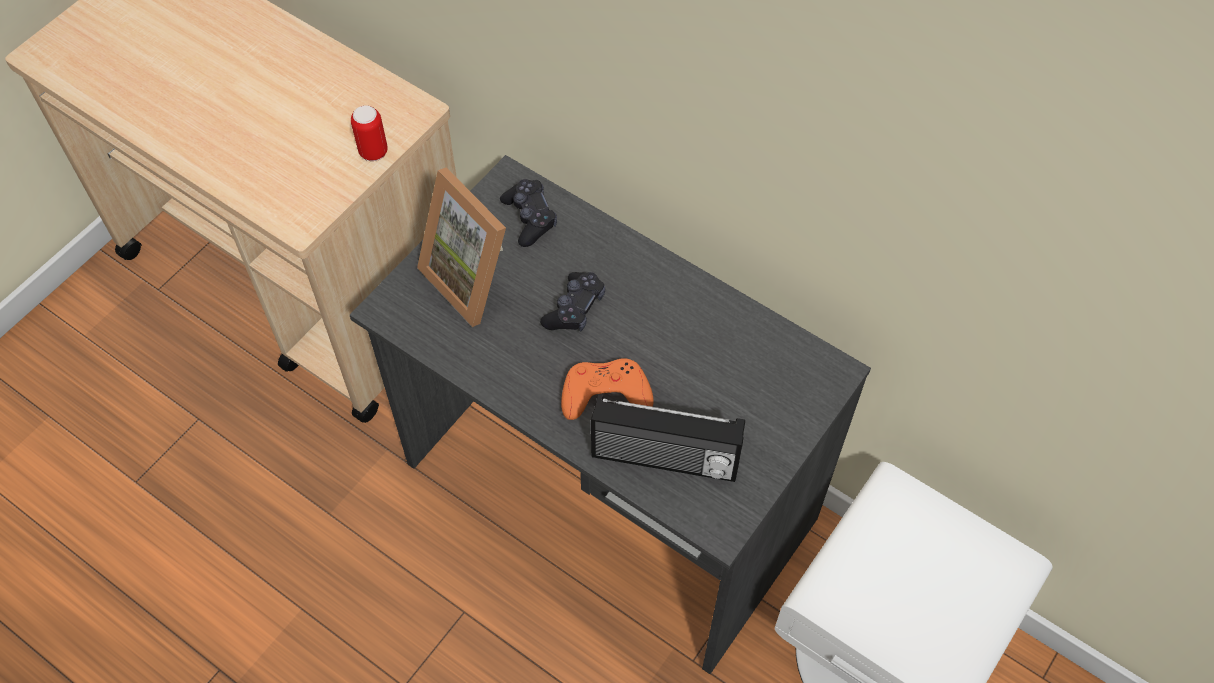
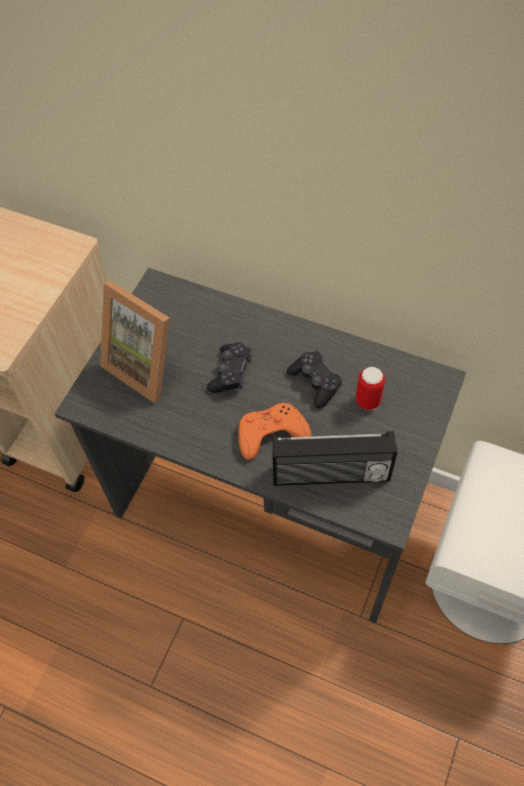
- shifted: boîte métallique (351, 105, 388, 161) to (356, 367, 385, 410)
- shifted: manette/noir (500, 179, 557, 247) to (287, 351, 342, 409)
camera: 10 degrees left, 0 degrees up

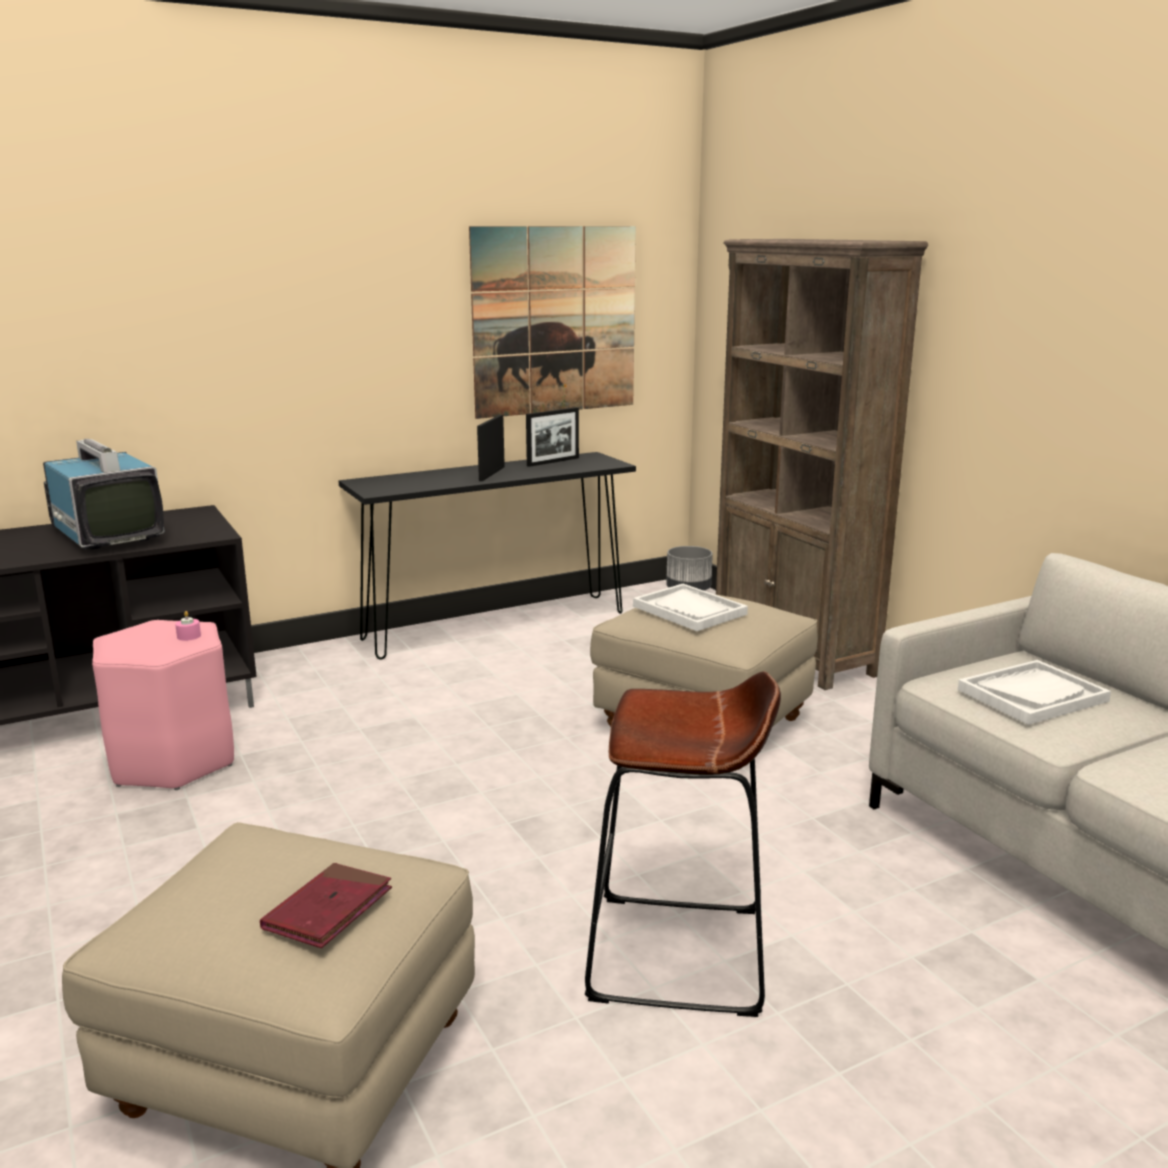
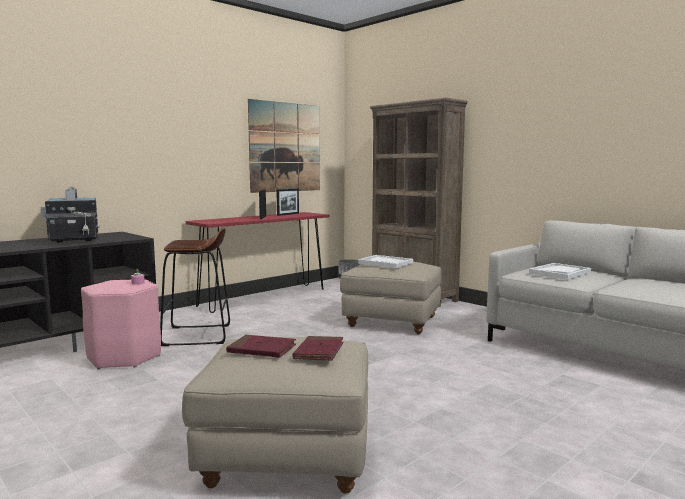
- new: livre/rouge (226, 335, 296, 358)
- shifted: tabouret/marron (585, 671, 781, 1017) to (160, 227, 230, 346)
- repainted: table console/noir (339, 452, 636, 660) to table console/rouge (186, 212, 330, 313)
- rotated: téléviseur (43, 439, 165, 550) = (41, 186, 100, 243) 150 degrees counterclockwise
camera: 15 degrees left, 10 degrees down

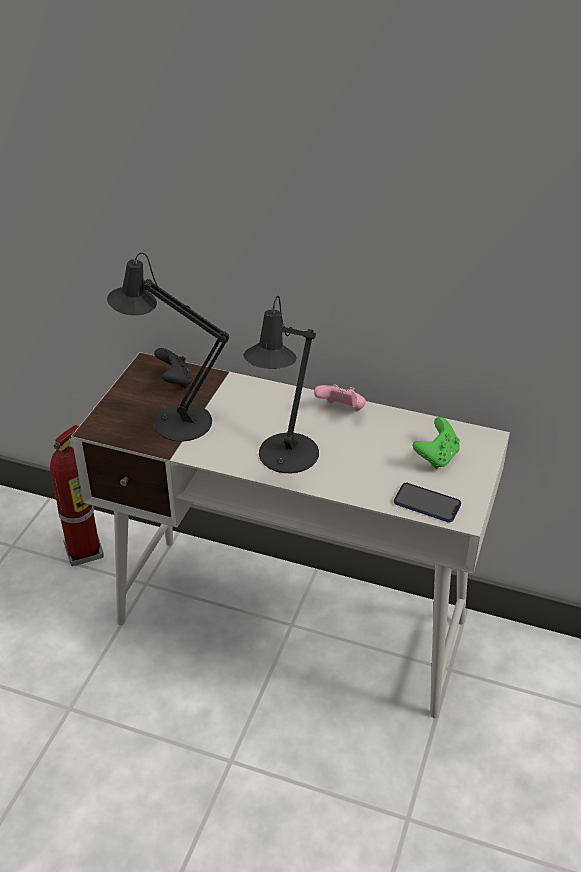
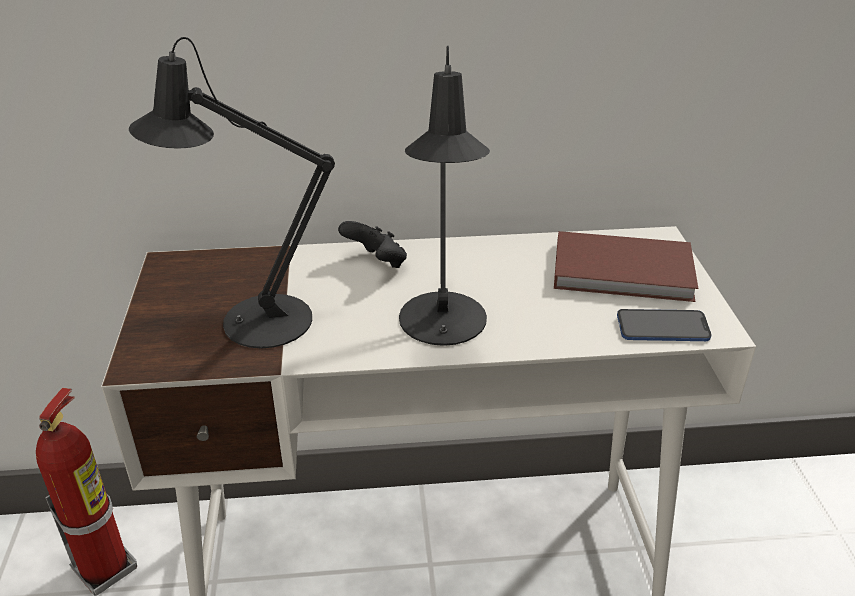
- gone: manette/rose (314, 384, 366, 411)
- shifted: manette/noir (154, 348, 193, 389) to (338, 221, 407, 268)
- swapped: manette/vert (413, 417, 460, 469) to livre/marron (554, 231, 699, 302)
camera: 25 degrees left, 5 degrees down

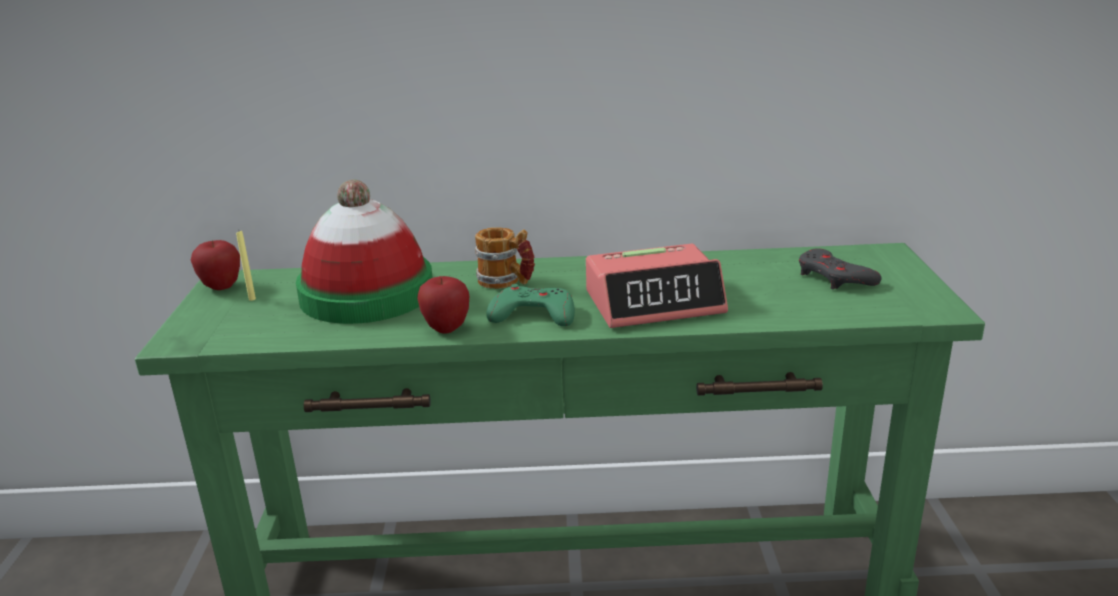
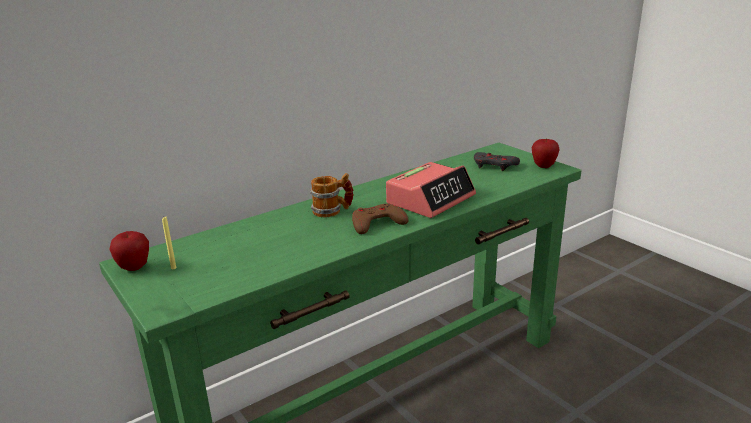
- gone: chapeau (296, 180, 433, 324)
- shifted: pomme (418, 276, 469, 334) to (532, 139, 560, 168)
- repainted: manette/vert (486, 284, 575, 326) to manette/marron (352, 204, 409, 234)
camera: 35 degrees left, 0 degrees up

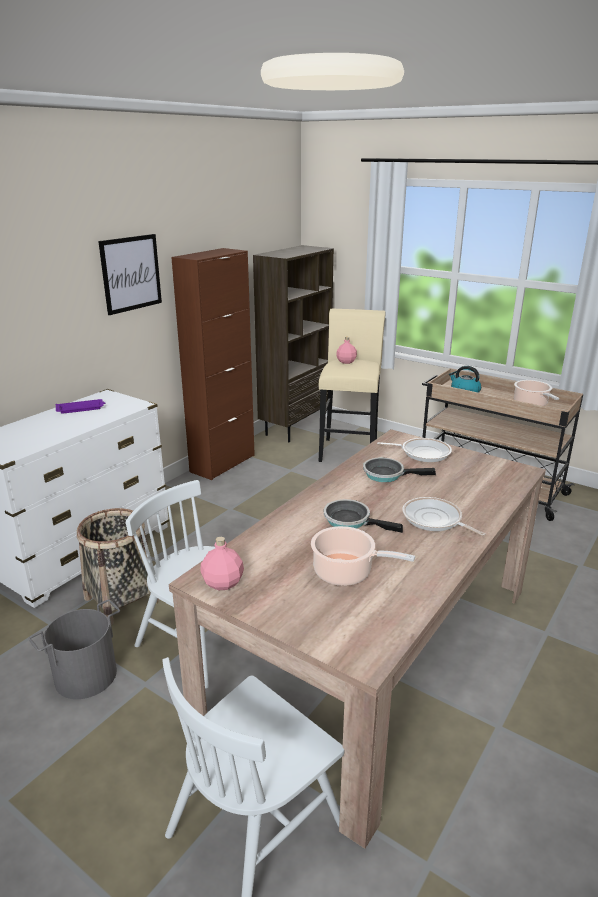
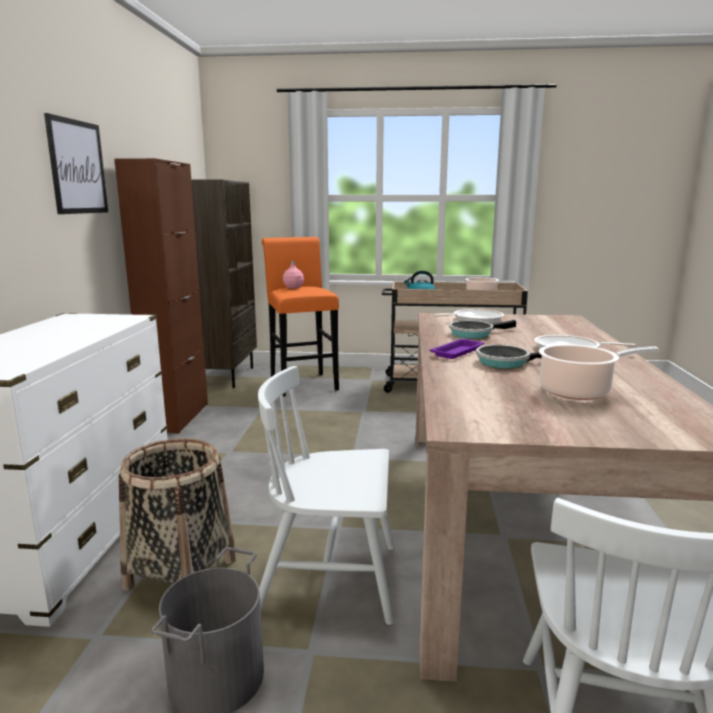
- gone: bouteille/rose (200, 537, 244, 590)
- shifted: plateau/violet (56, 399, 105, 414) to (430, 339, 484, 359)
- repainted: tabouret/beige (318, 309, 386, 462) to tabouret/orange (262, 237, 339, 396)
camera: 30 degrees left, 10 degrees down

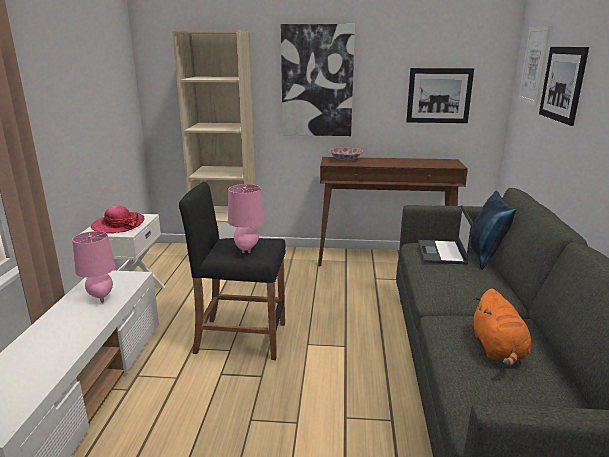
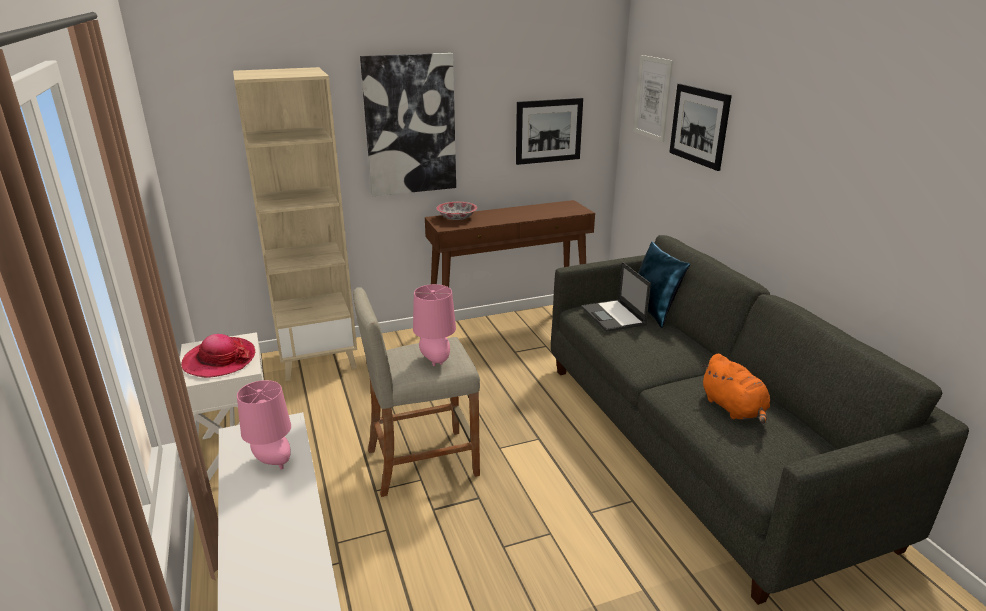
- repainted: tabouret/noir (179, 182, 286, 360) to tabouret/beige (353, 288, 480, 497)
camera: 25 degrees left, 5 degrees up

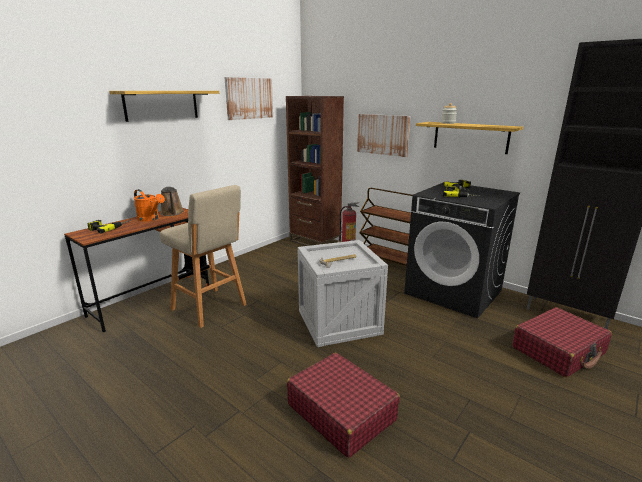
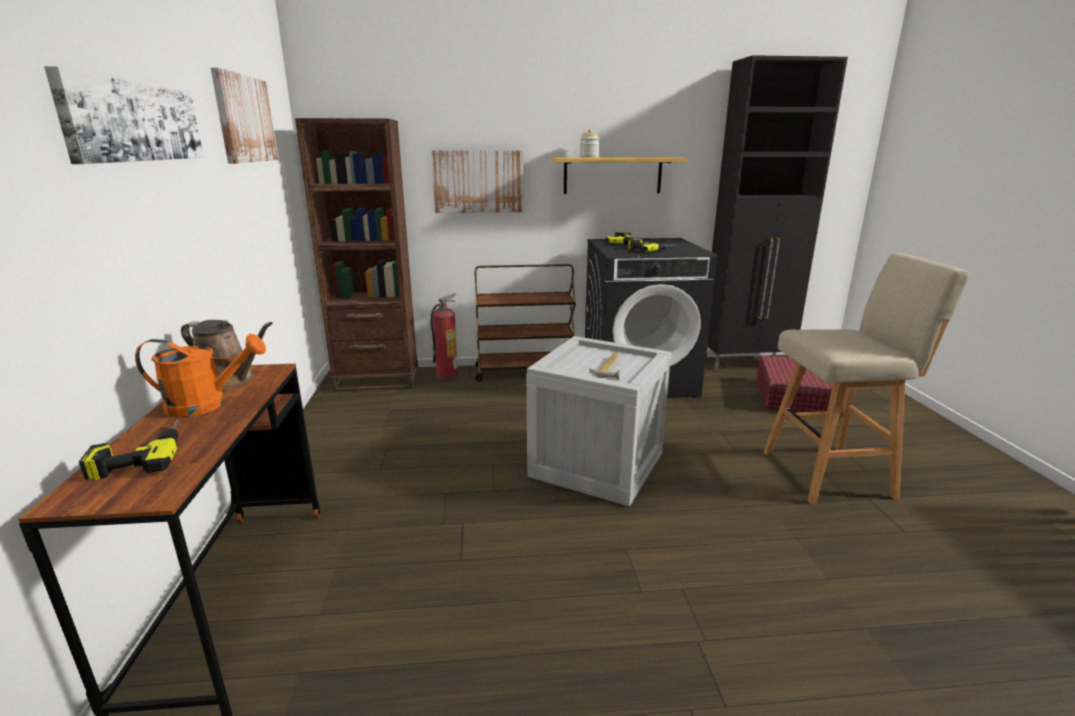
- gone: valise/rouge (287, 353, 400, 458)
- shifted: tabouret/beige (160, 185, 247, 328) to (764, 253, 969, 504)
- swapped: étagère (109, 91, 219, 122) to tableau (44, 66, 204, 164)
camera: 45 degrees left, 0 degrees up

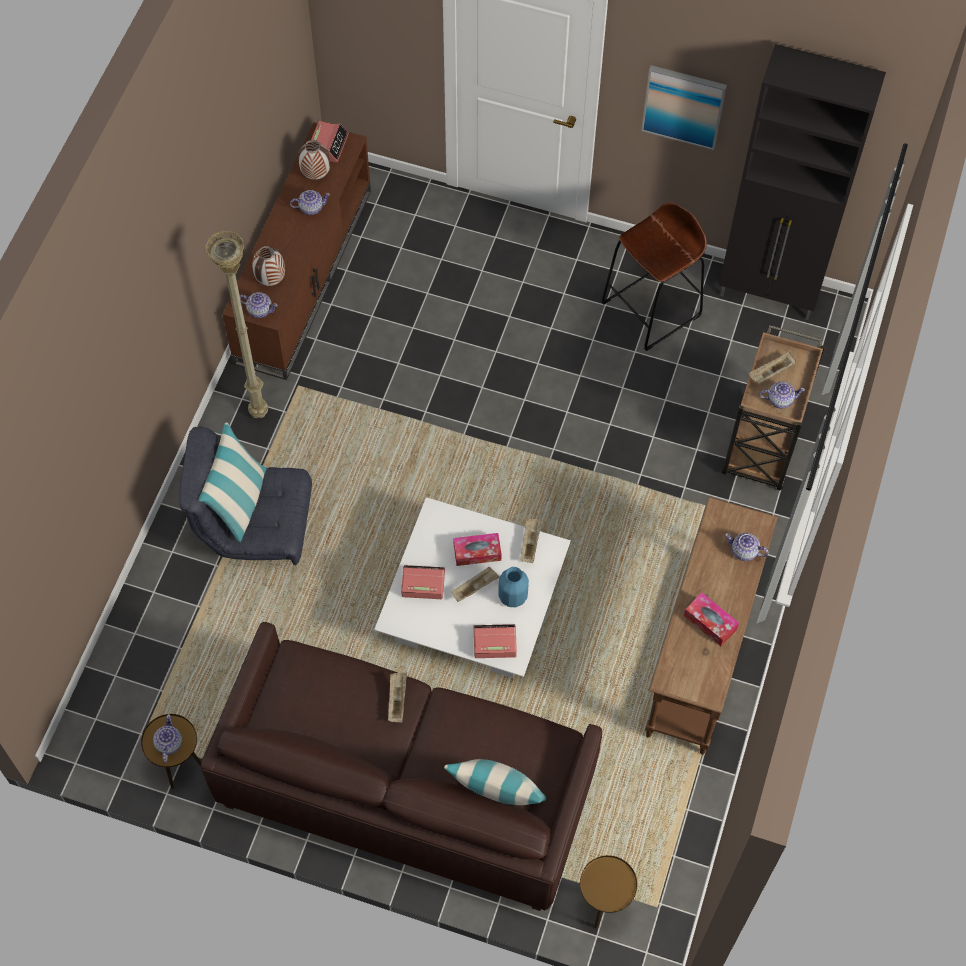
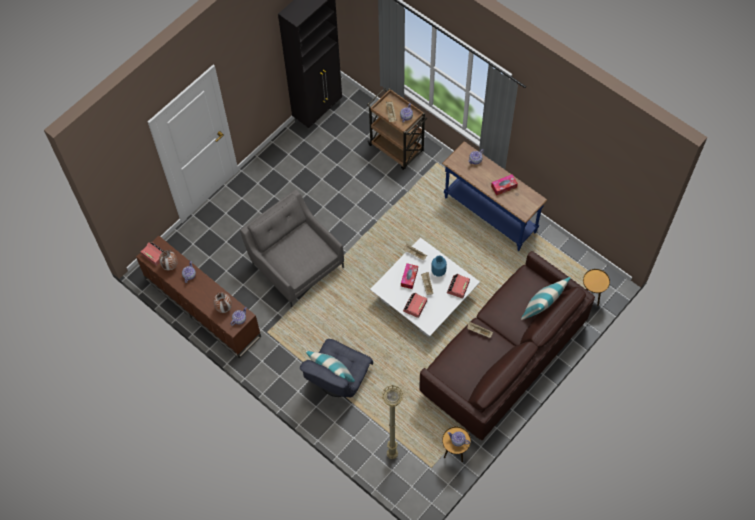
- gone: tabouret/marron (602, 202, 707, 351)
- gone: tableau (641, 65, 727, 150)
- new: fauteuil/gris (240, 189, 344, 307)
- shifted: lampadaire/beige (205, 230, 268, 418) to (382, 385, 403, 459)
- repainted: table console/marron (645, 497, 778, 755) to table console/bleu (442, 142, 547, 251)
camera: 65 degrees left, 0 degrees up

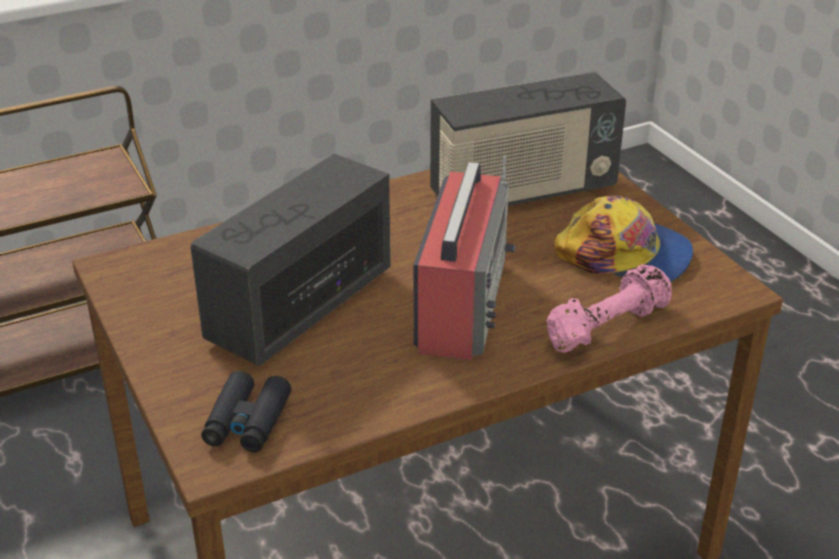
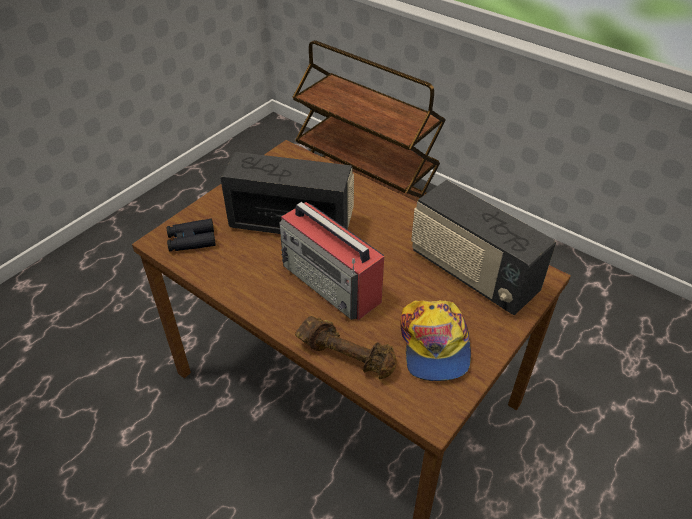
- repainted: haltère/rose (547, 264, 672, 353) to haltère/marron (295, 316, 397, 379)
- rotated: radio (413, 155, 516, 360) = (279, 202, 384, 320) 60 degrees clockwise
camera: 65 degrees right, 10 degrees up

